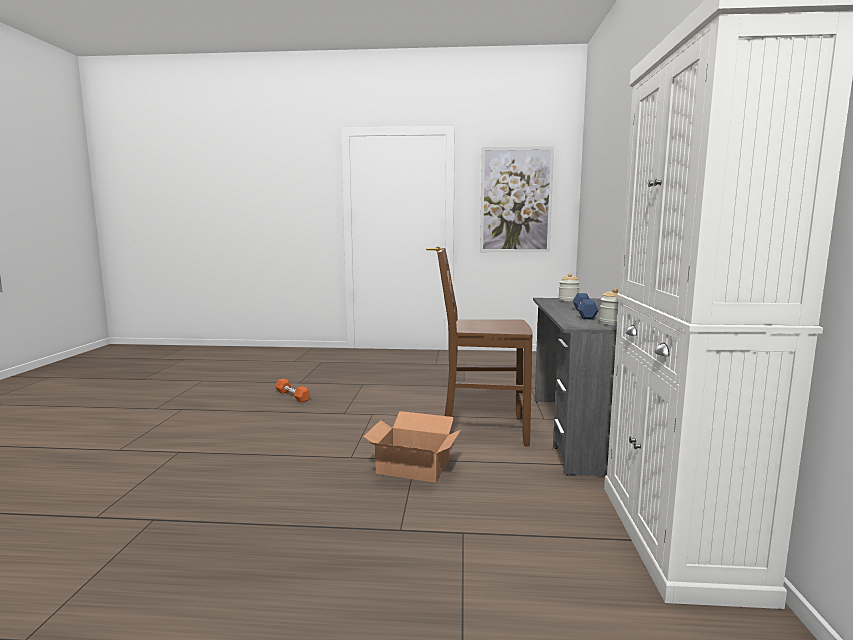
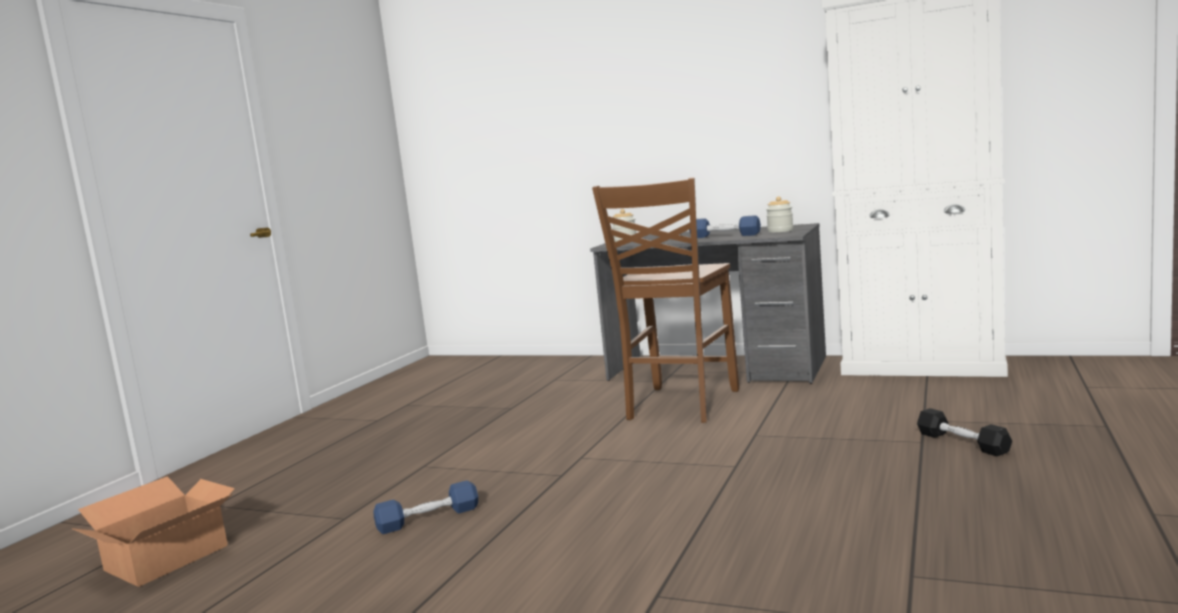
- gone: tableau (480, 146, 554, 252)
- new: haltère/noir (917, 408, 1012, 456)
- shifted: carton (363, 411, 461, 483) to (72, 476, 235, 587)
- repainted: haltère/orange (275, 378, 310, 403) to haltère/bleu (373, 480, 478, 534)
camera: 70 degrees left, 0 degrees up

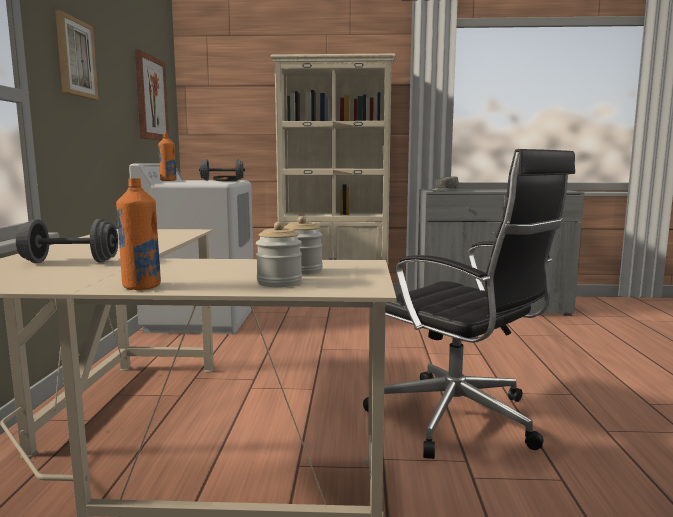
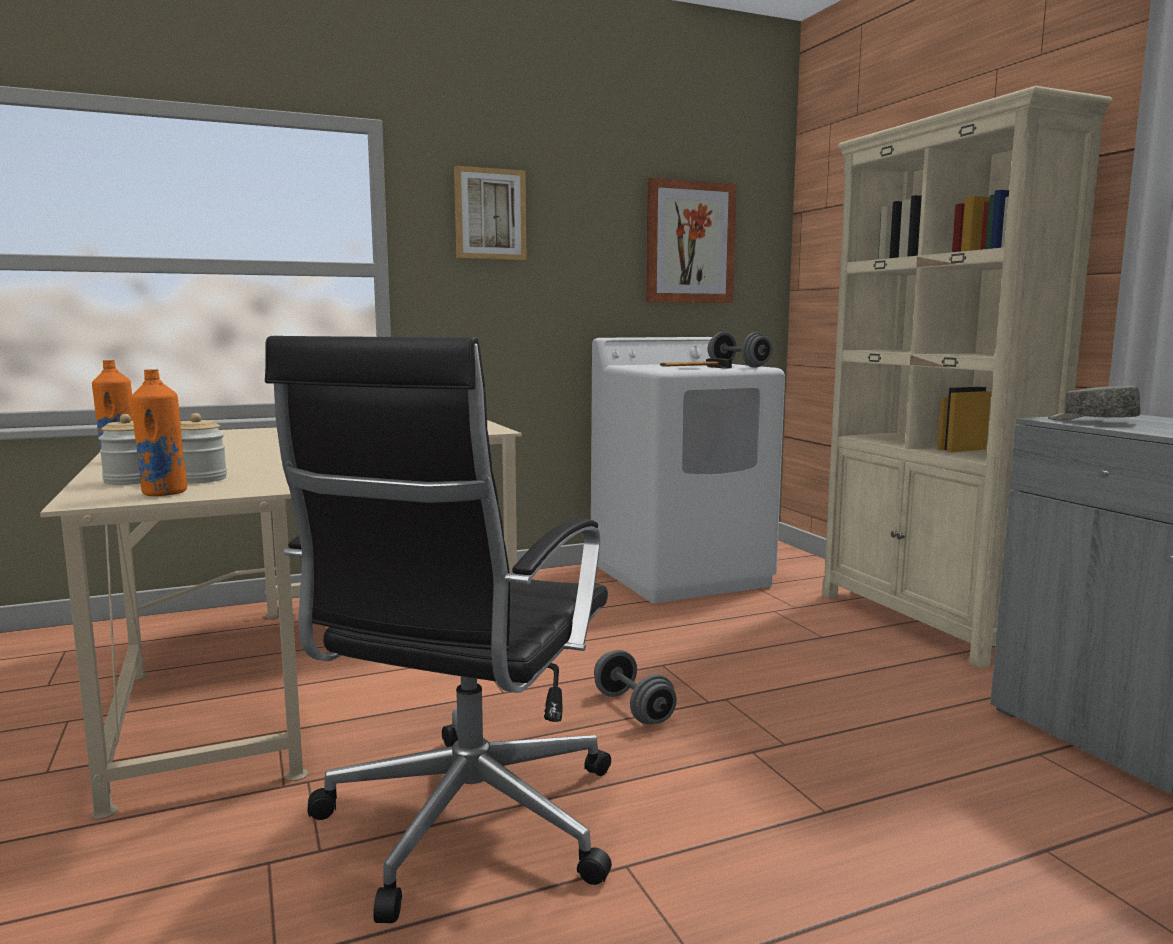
- shifted: haltère/gris (16, 219, 118, 263) to (594, 650, 677, 725)
- shifted: bouteille/orange (158, 134, 177, 181) to (131, 369, 187, 496)
camera: 65 degrees right, 0 degrees up

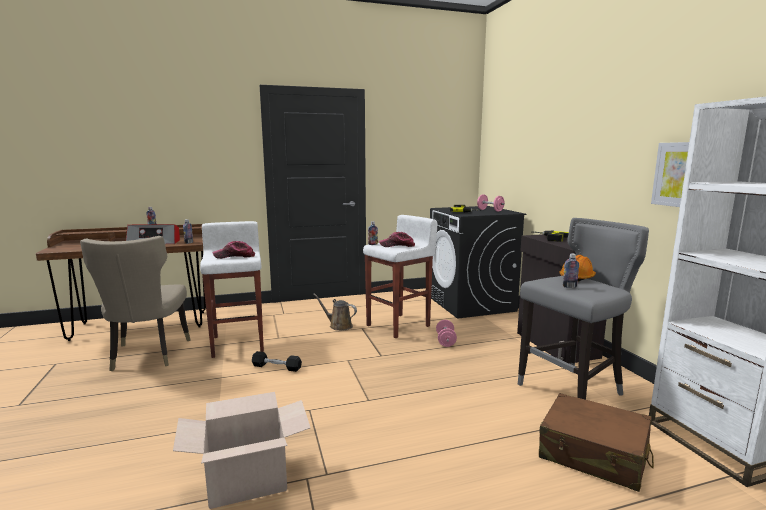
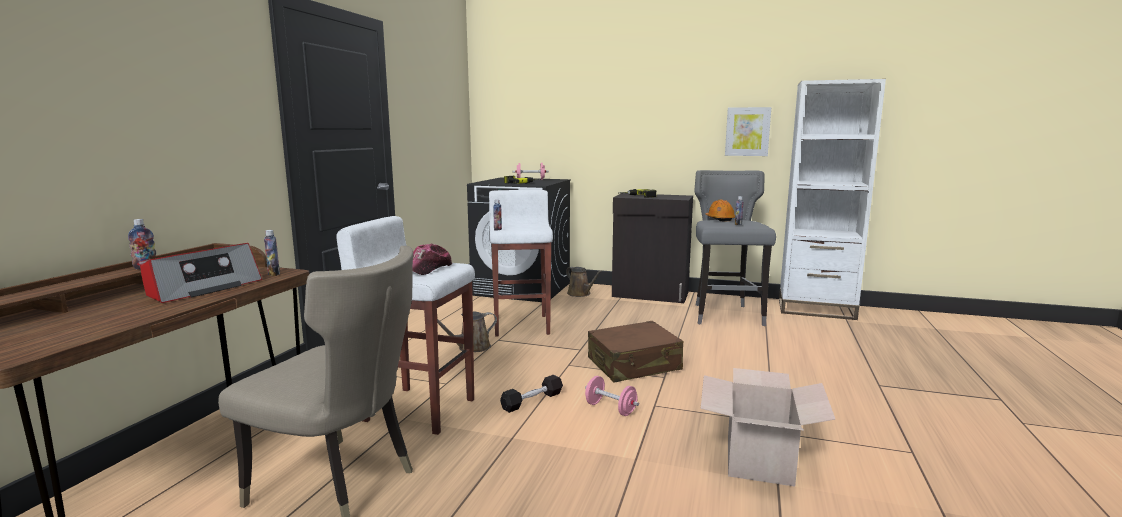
- gone: casquette (379, 232, 415, 247)
- new: arrosoir/marron (566, 267, 602, 297)
- shifted: haltère/rose (436, 320, 457, 347) to (585, 376, 639, 416)
- shifted: valise/marron (539, 393, 654, 492) to (588, 321, 683, 383)
camera: 55 degrees left, 0 degrees up

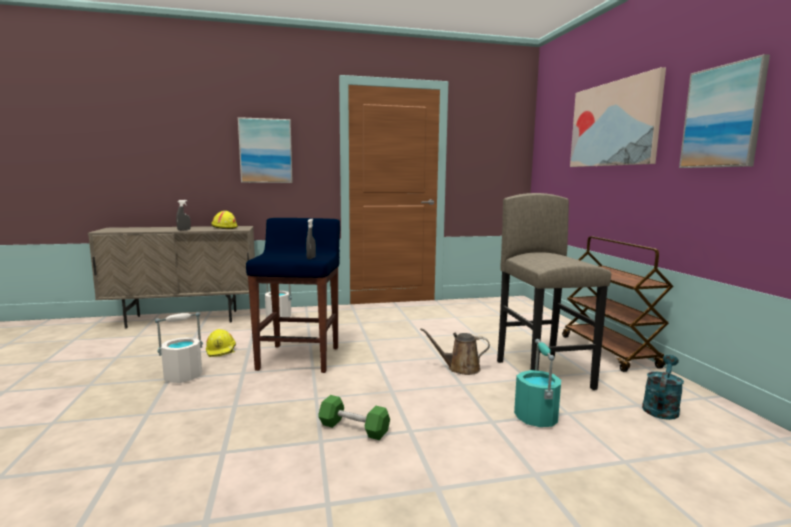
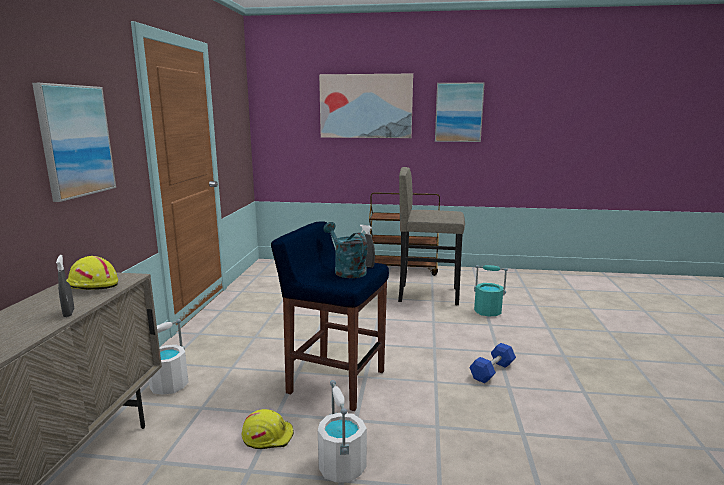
- gone: arrosoir/marron (420, 328, 490, 375)
- shifted: arrosoir/turquoise (642, 355, 684, 420) to (323, 222, 368, 278)
- repainted: haltère/vert (318, 395, 390, 440) to haltère/bleu (469, 343, 516, 383)
camera: 70 degrees left, 5 degrees up

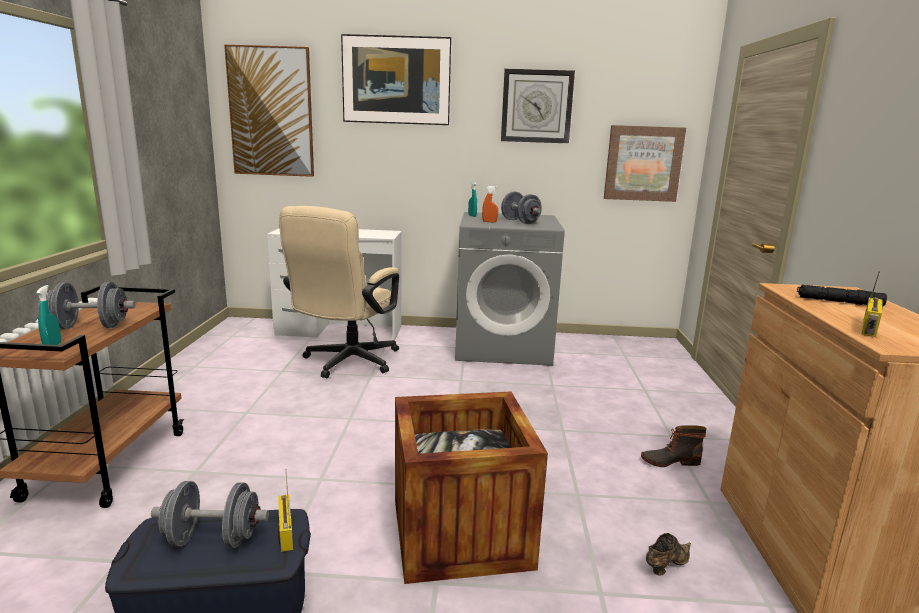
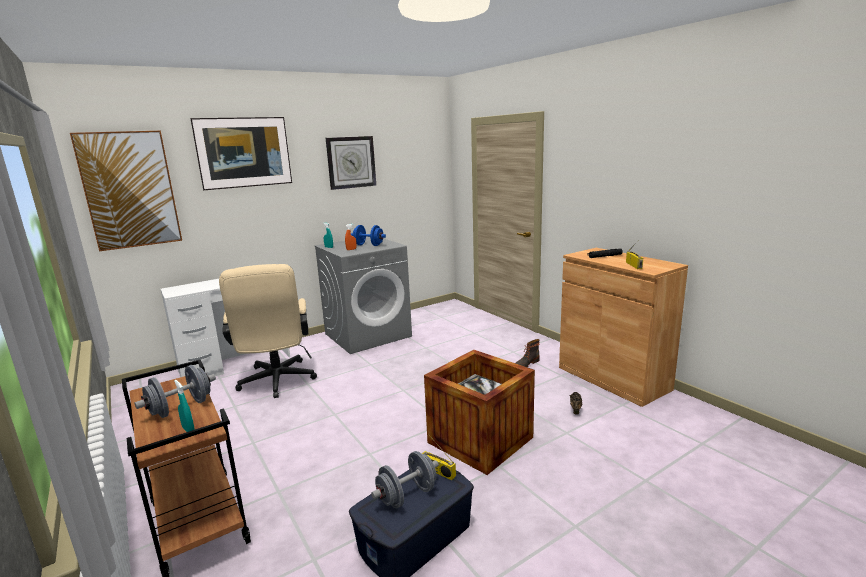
- gone: tableau (604, 125, 686, 202)
- repainted: haltère/gris (501, 192, 542, 224) to haltère/bleu (351, 225, 386, 246)
camera: 35 degrees left, 0 degrees up

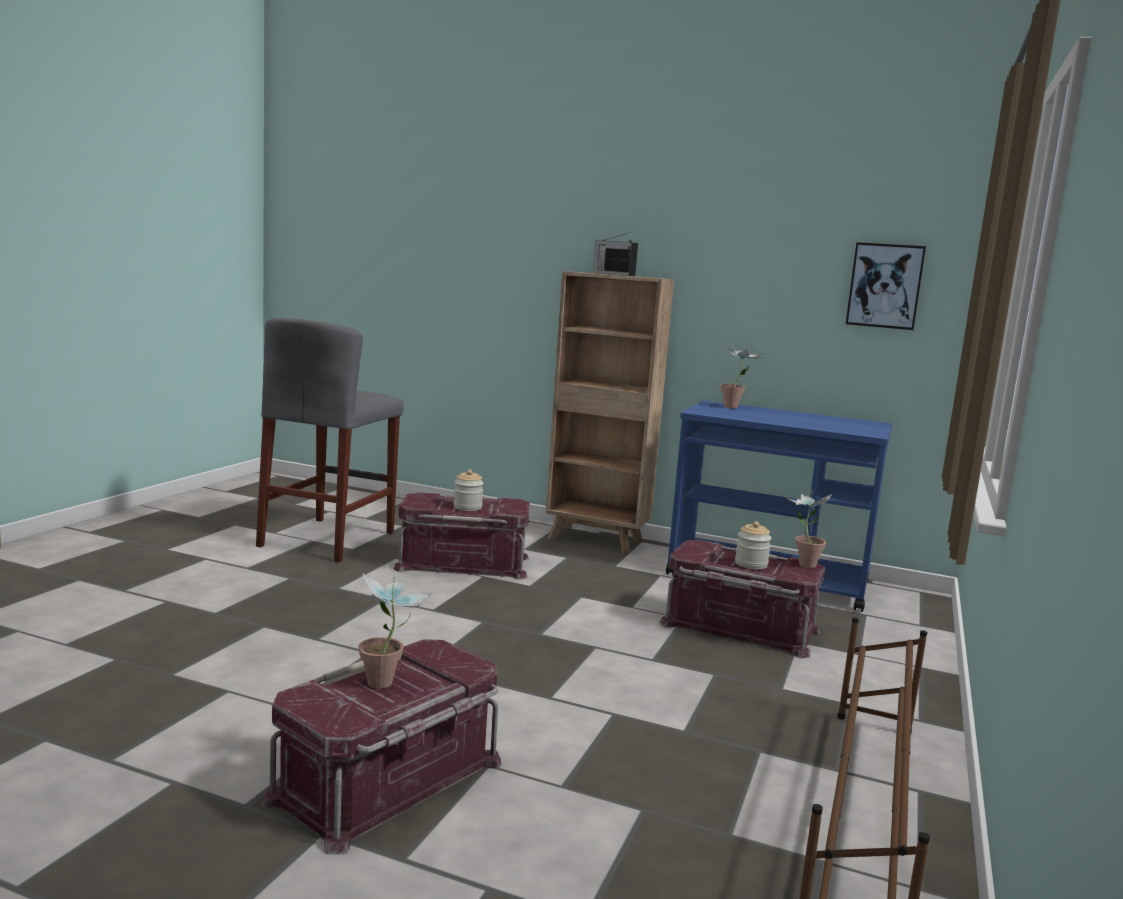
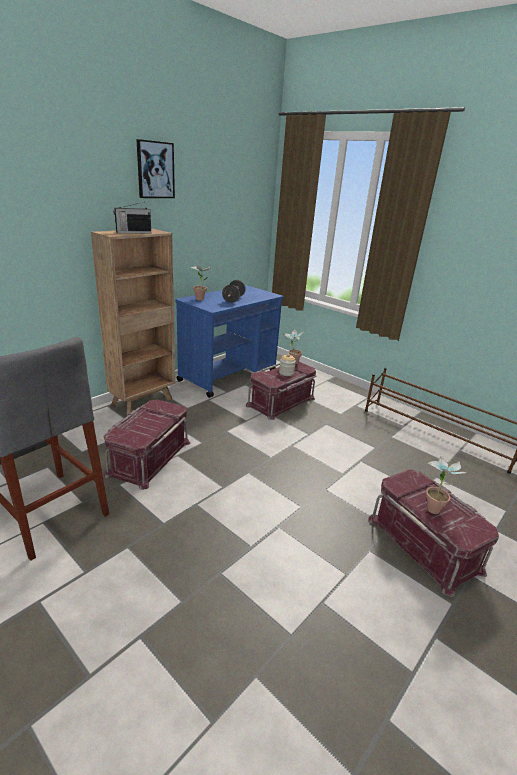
- gone: bocal (454, 469, 484, 511)
- new: haltère/noir (222, 280, 246, 303)
- shifted: tableau (846, 242, 926, 330) to (136, 139, 175, 198)
camera: 70 degrees left, 15 degrees up

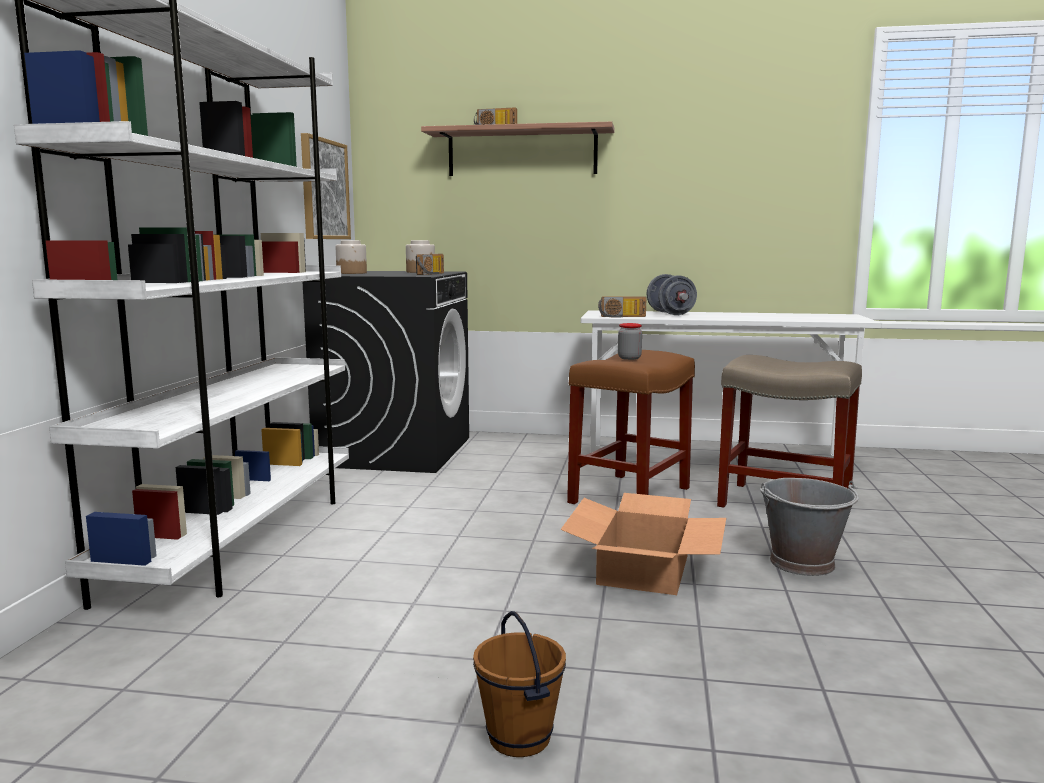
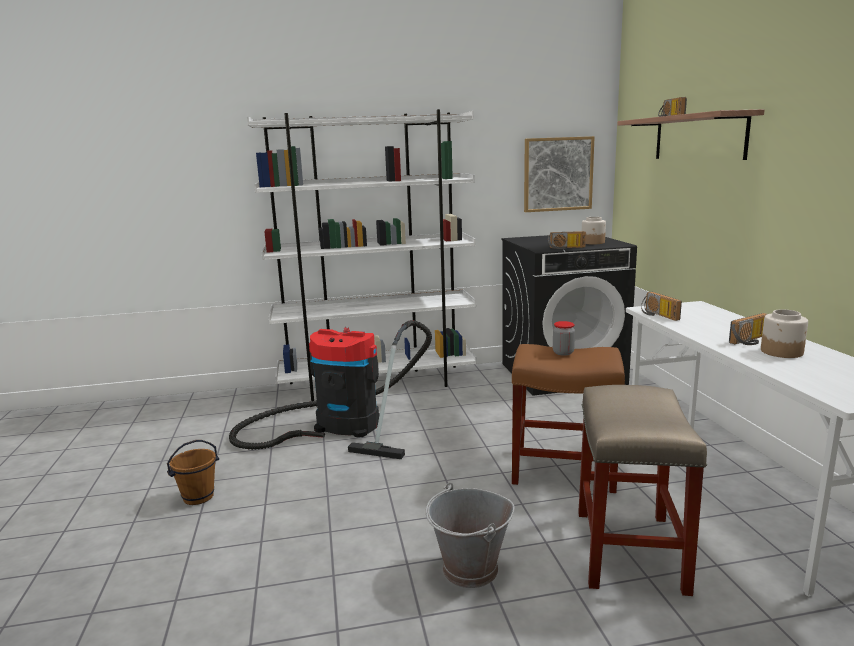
- gone: carton (560, 493, 726, 595)
- gone: haltère/gris (647, 274, 697, 315)
- new: aspirateur (229, 320, 432, 459)
- new: radio (729, 313, 767, 345)
- shifted: bocal (336, 240, 367, 274) to (761, 309, 808, 358)
camera: 70 degrees right, 5 degrees up

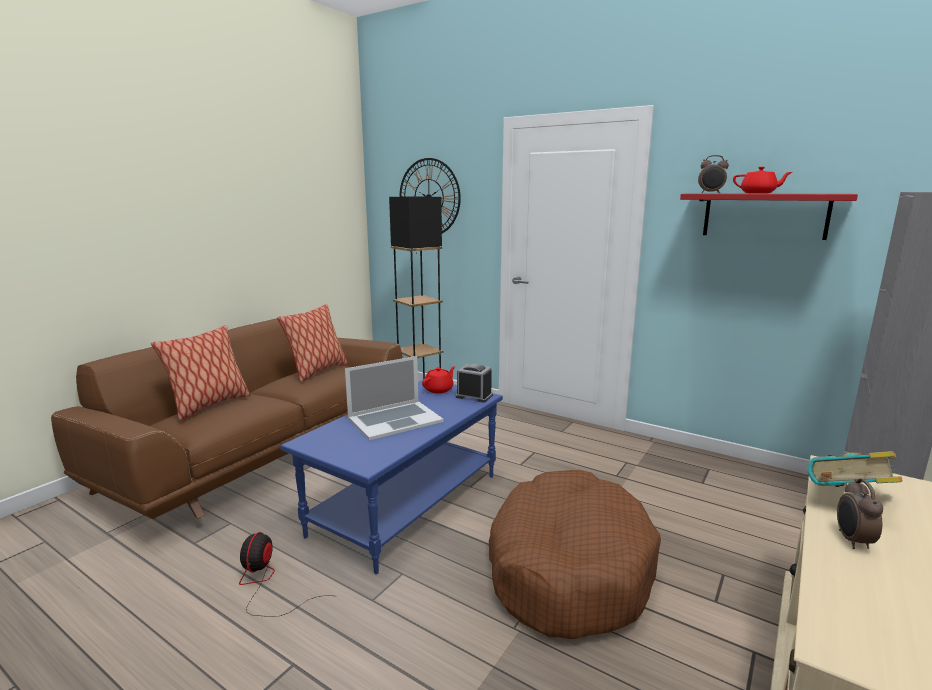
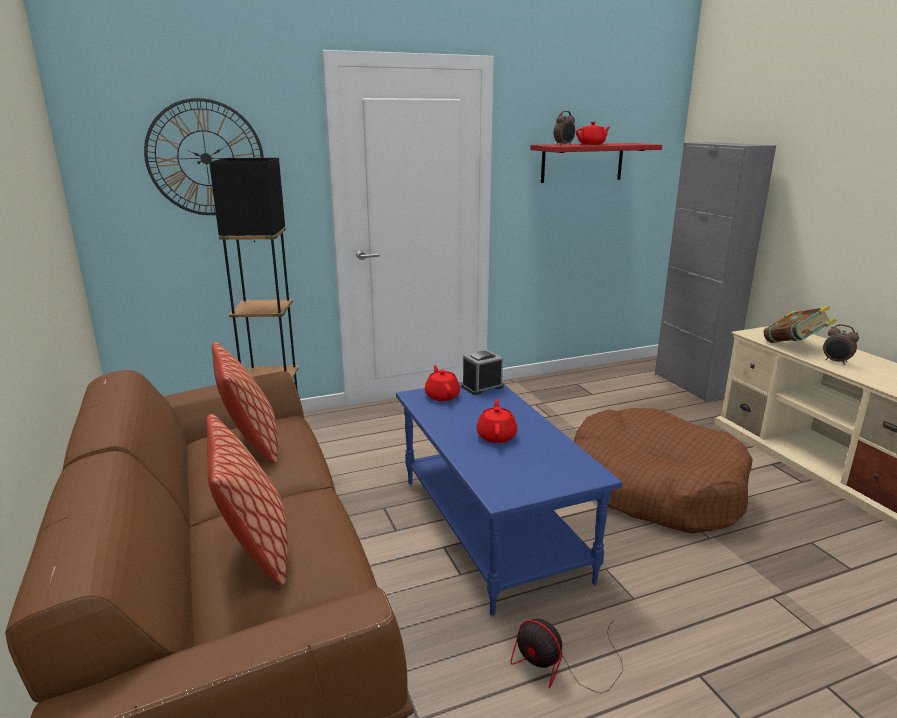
- swapped: ordinateur portable (345, 356, 444, 441) to théière/rouge (476, 399, 517, 443)
camera: 55 degrees left, 5 degrees up

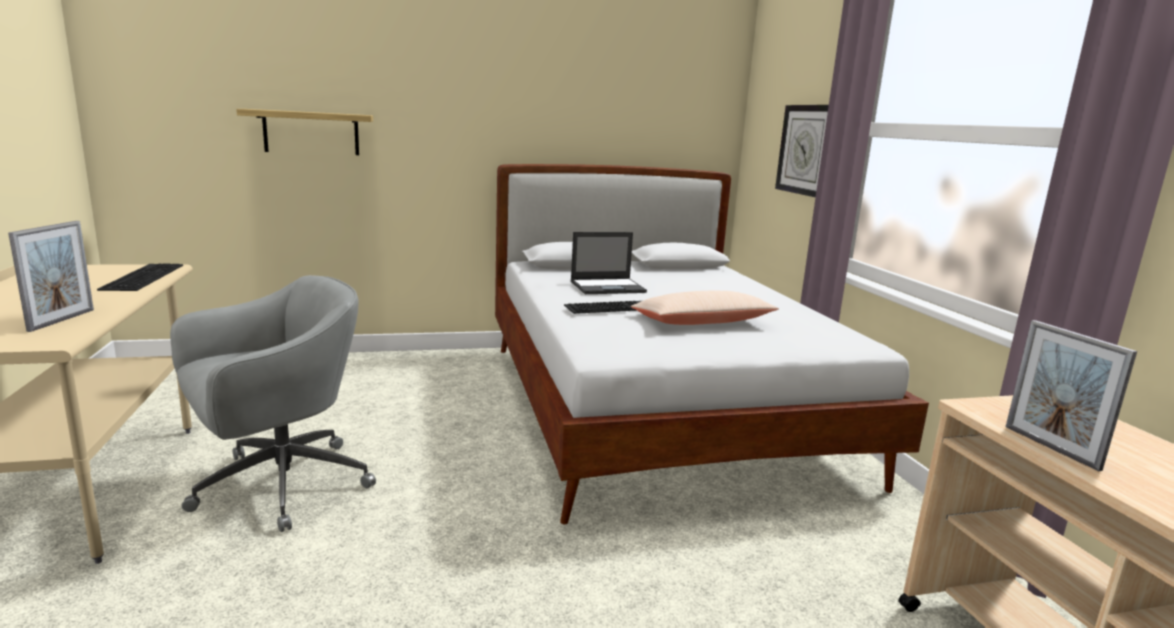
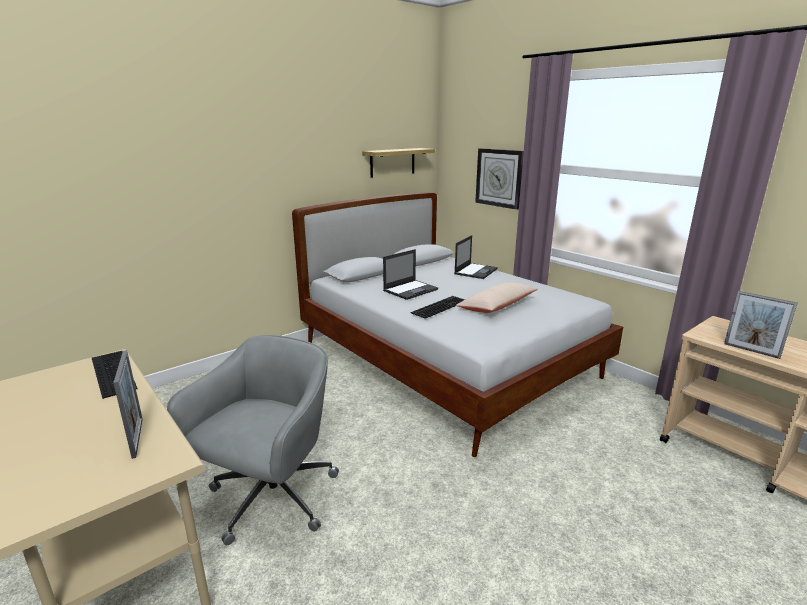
- new: ordinateur portable (454, 235, 498, 279)
- shifted: étagère (236, 109, 373, 155) to (362, 148, 435, 178)
camera: 25 degrees left, 5 degrees up

